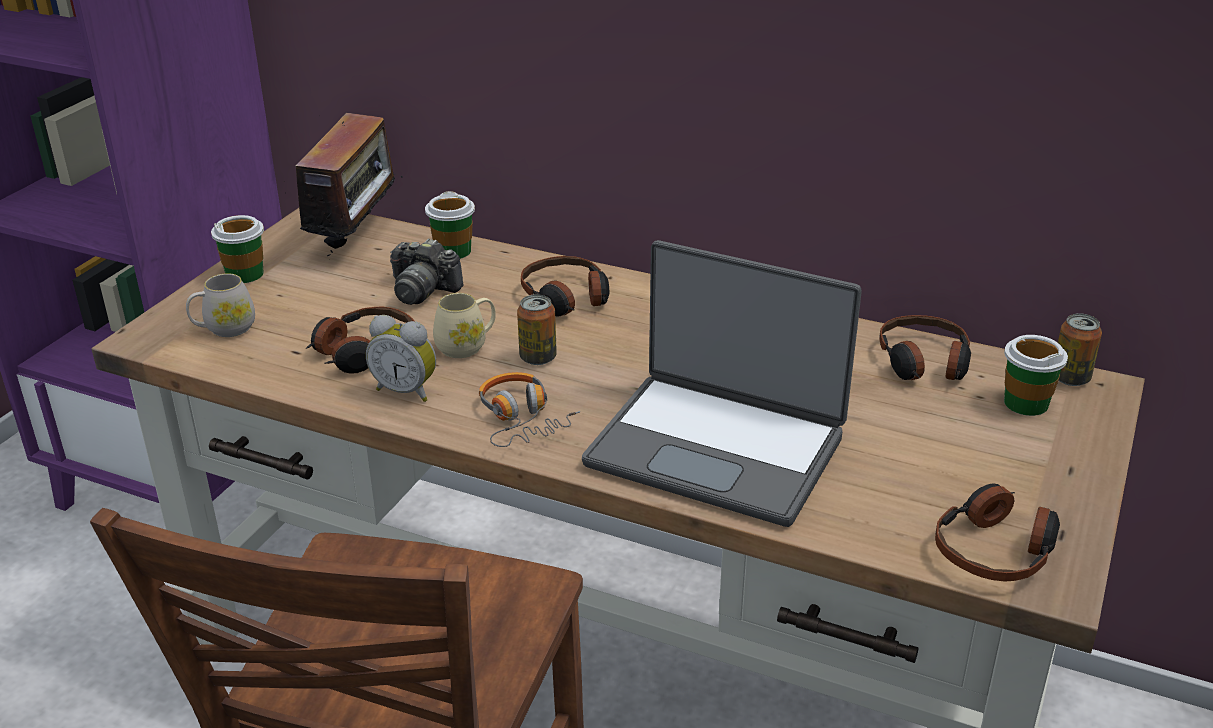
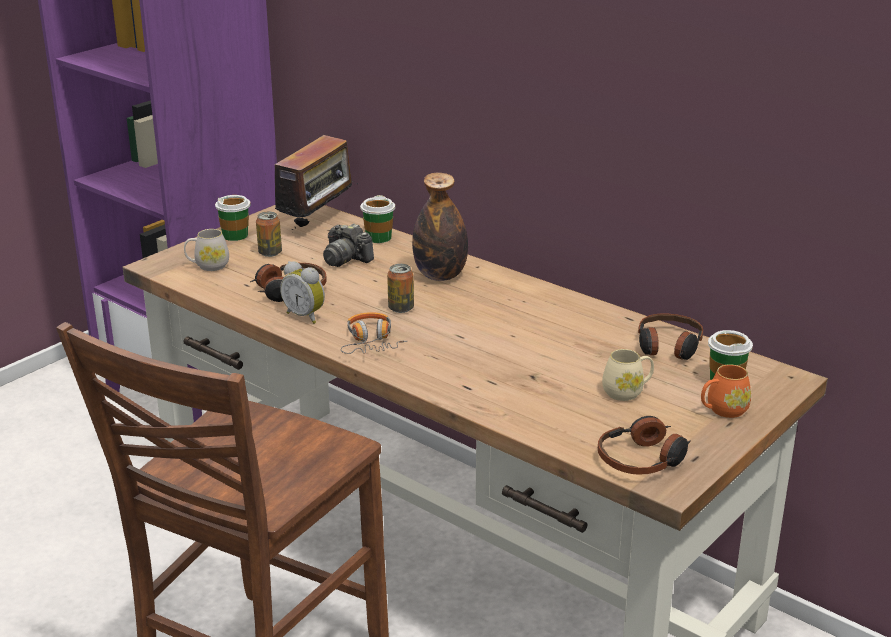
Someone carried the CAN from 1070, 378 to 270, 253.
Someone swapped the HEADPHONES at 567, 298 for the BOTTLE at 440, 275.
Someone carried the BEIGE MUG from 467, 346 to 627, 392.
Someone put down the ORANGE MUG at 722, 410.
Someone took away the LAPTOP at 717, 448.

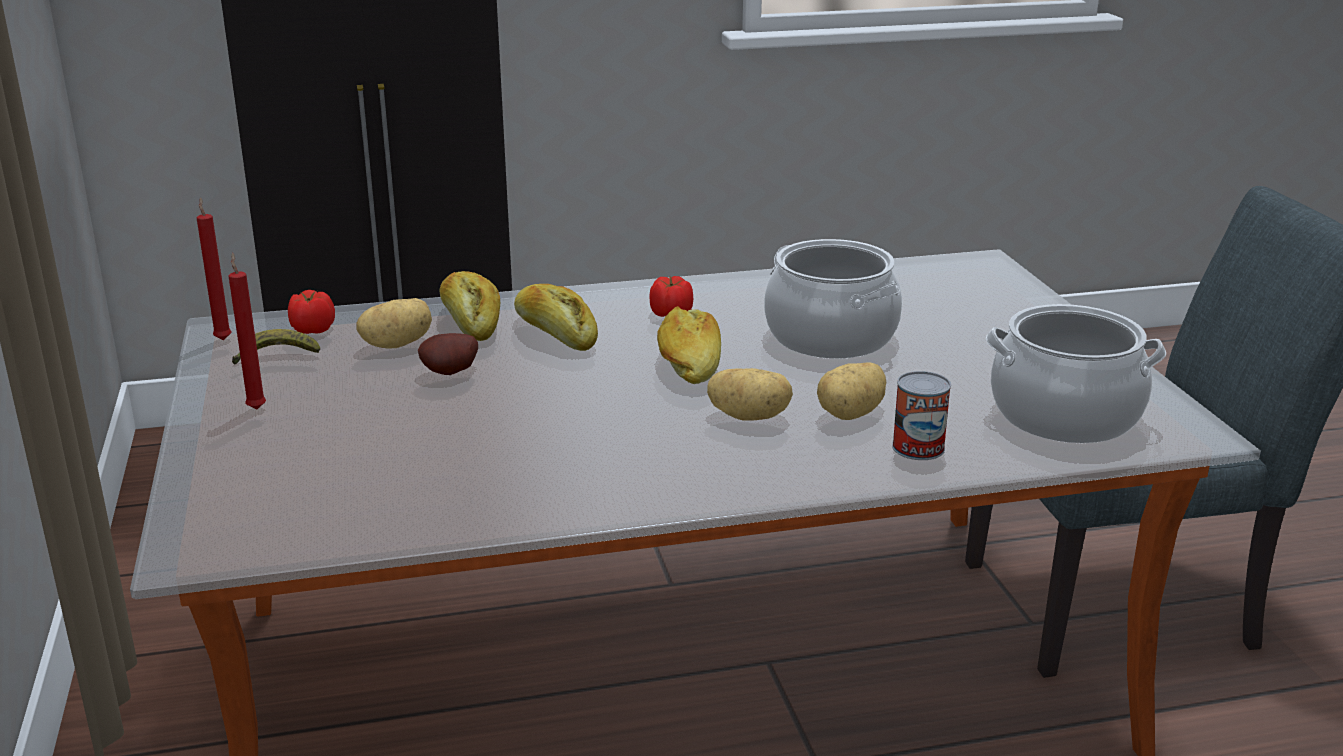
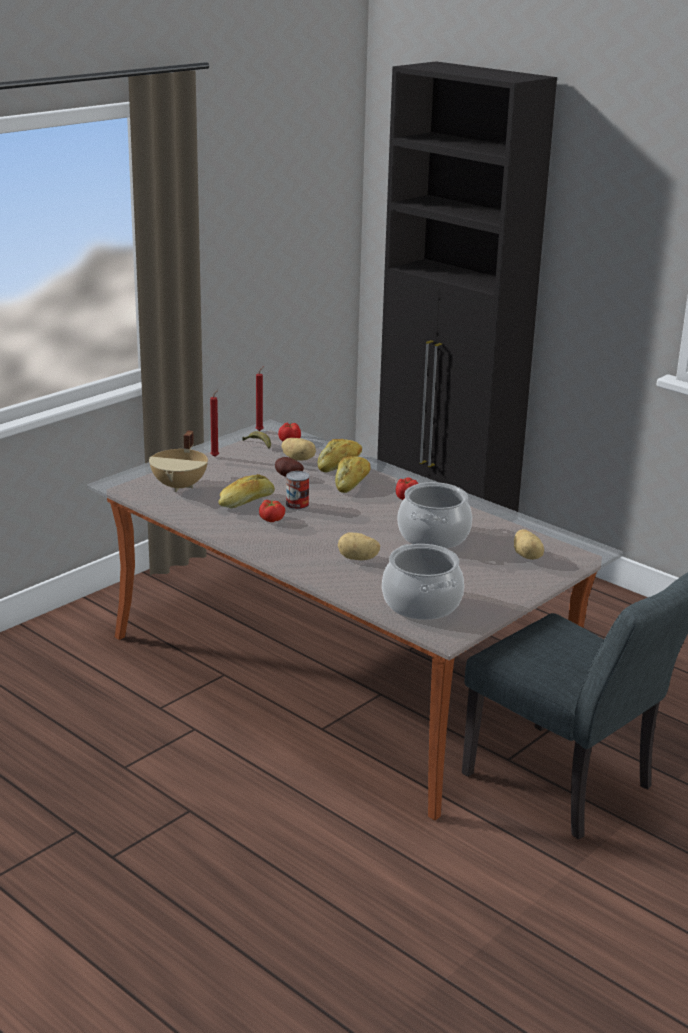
Someone put down the BEIGE COOKING POT at 180, 486.
Someone carried the BREAD from 688, 364 to 246, 501.
Someone put down the TOMATO at 272, 519.
Someone carried the CAN from 918, 447 to 297, 504.
Someone carried the POTATO from 749, 416 to 527, 556.

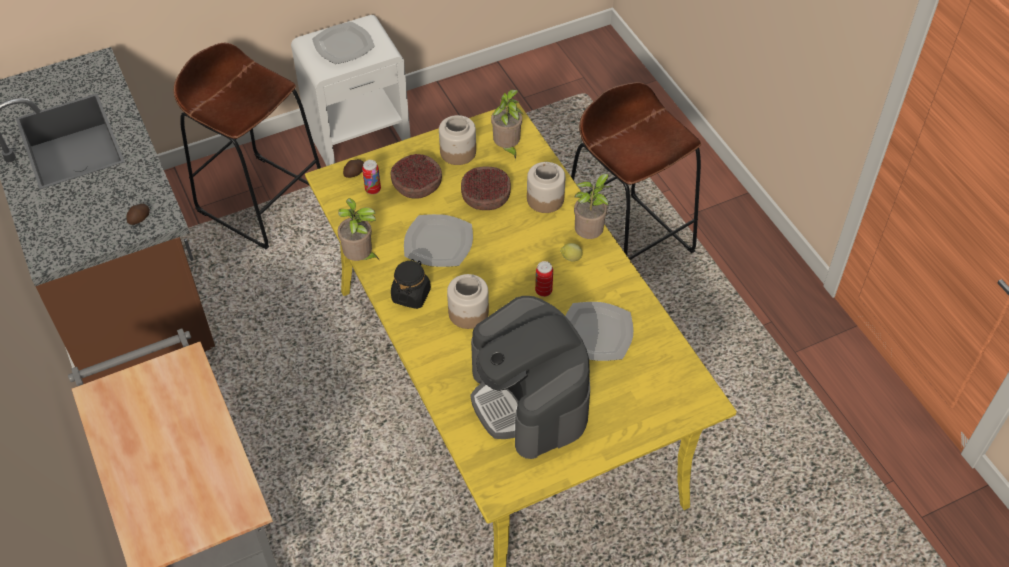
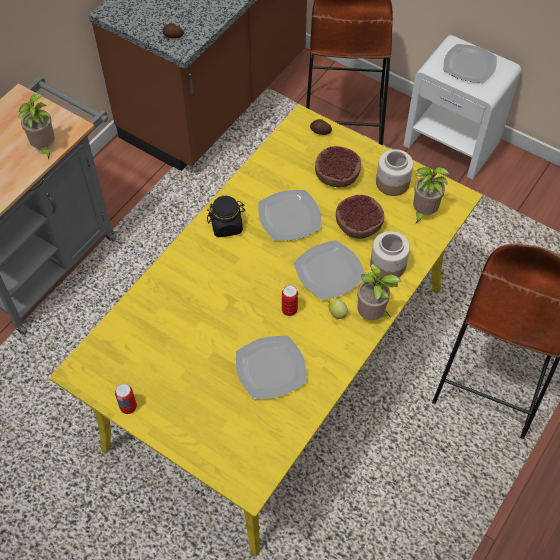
Someone carried the POTTED PLANT from 360, 258 to 44, 148.
Someone carried the CAN from 373, 189 to 128, 407.
Someone put down the PLATE at 330, 271.
Someone took away the JAR at 468, 312.
Someone took away the COFFEE MACHINE at 529, 400.

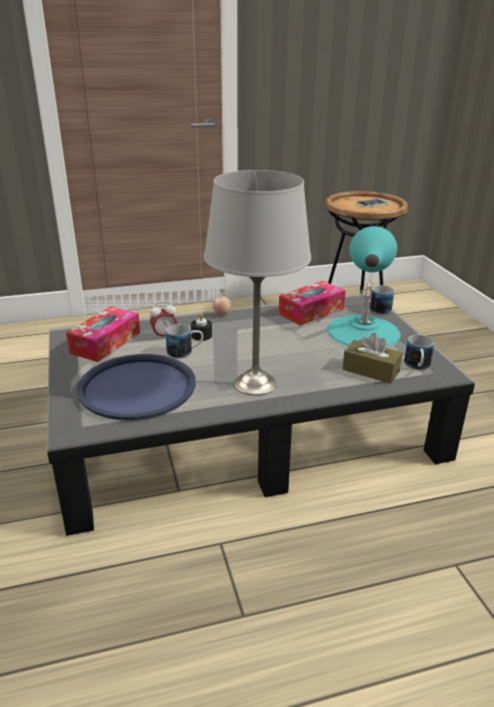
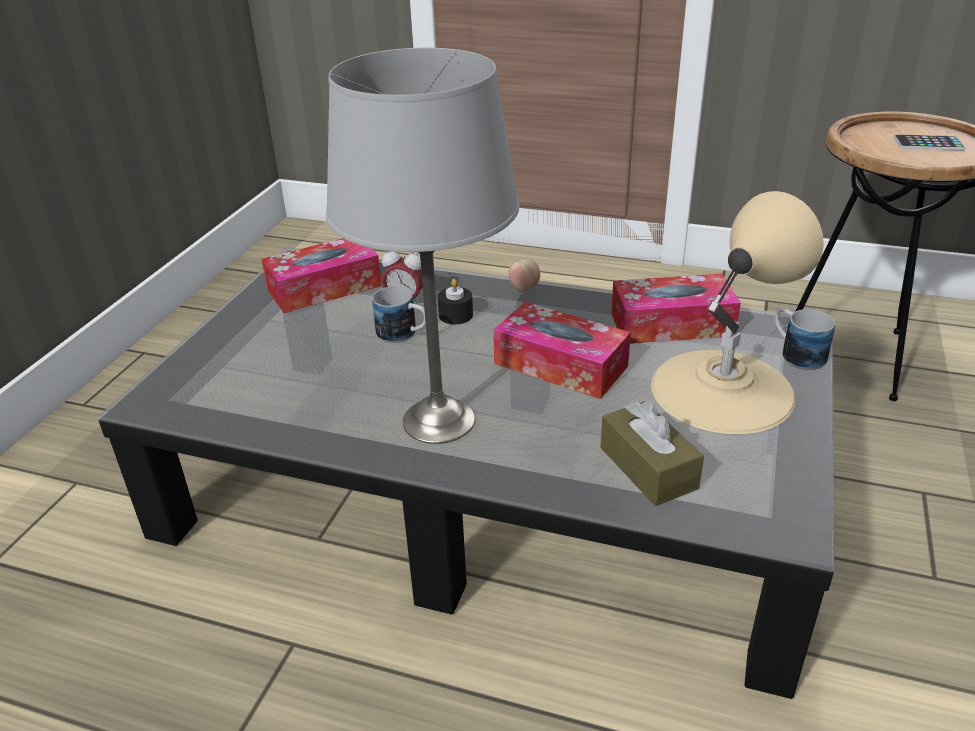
Someone put down the TISSUE BOX at 560, 365.
Someone repainted the TURQUOISE TABLE LAMP at 363, 331, which became the BEIGE TABLE LAMP at 722, 389.
Someone took away the BLUE TRAY at 137, 387.
Someone took away the MUG at 417, 367.

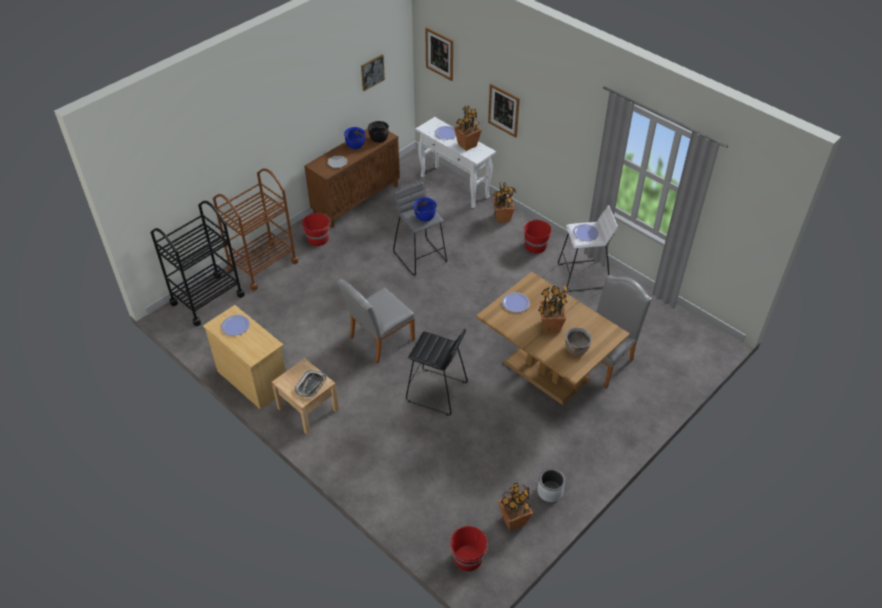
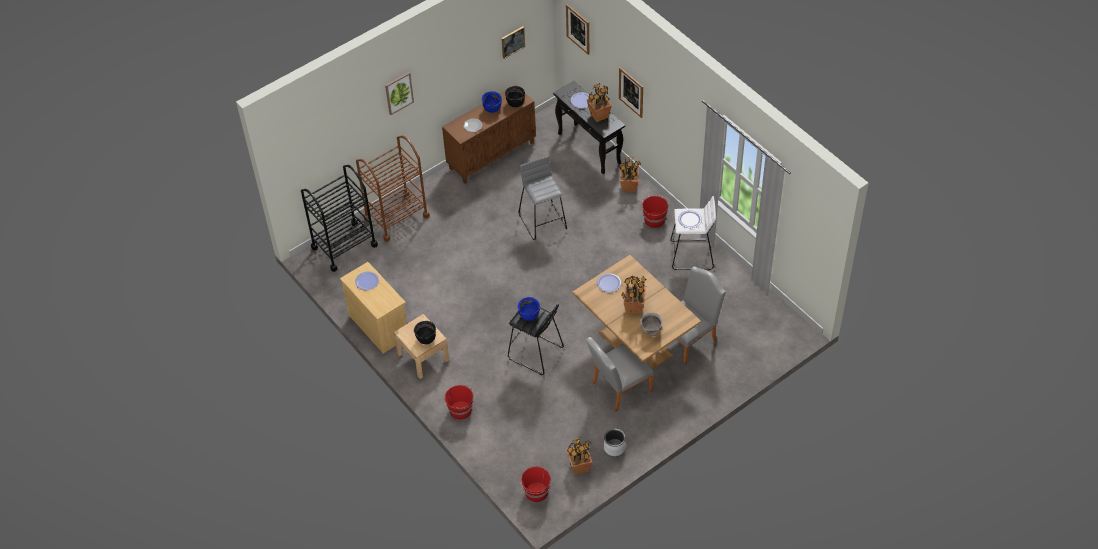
Someone put up the PICTURE at 399, 93.
Someone swapped the TRAY at 311, 385 for the BLACK COOKING POT at 426, 339.
Someone carried the RED BUCKET from 318, 239 to 461, 410.
Someone carried the BLUE COOKING POT from 425, 217 to 529, 315.
Someone repainted the WHITE CONSOLE TABLE at 455, 187, which became the BLACK CONSOLE TABLE at 589, 149.
Someone carried the GREY CHAIR from 378, 340 to 618, 388.

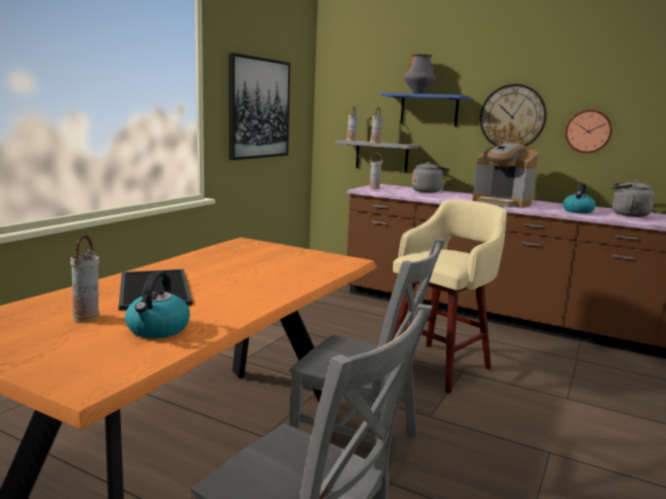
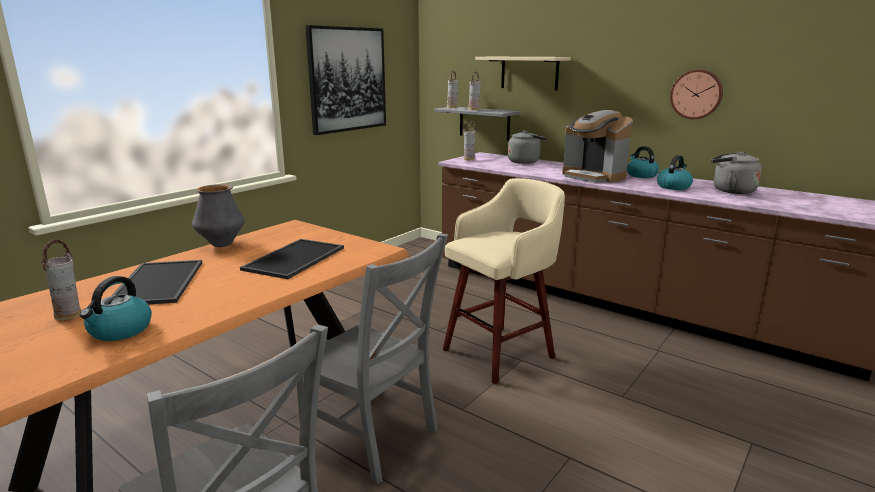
Someone carried the VASE from 418, 94 to 221, 244.
Someone put down the TRAY at 295, 259.
Someone repainted the BLUE SHELF at 429, 110, which became the BEIGE SHELF at 529, 73.
Someone put down the KETTLE at 641, 175.
Someone took away the WALL CLOCK at 512, 117.

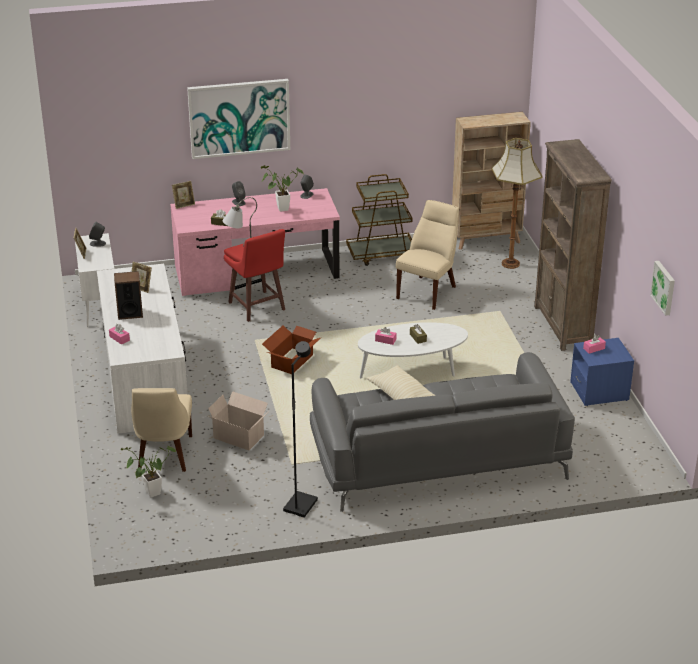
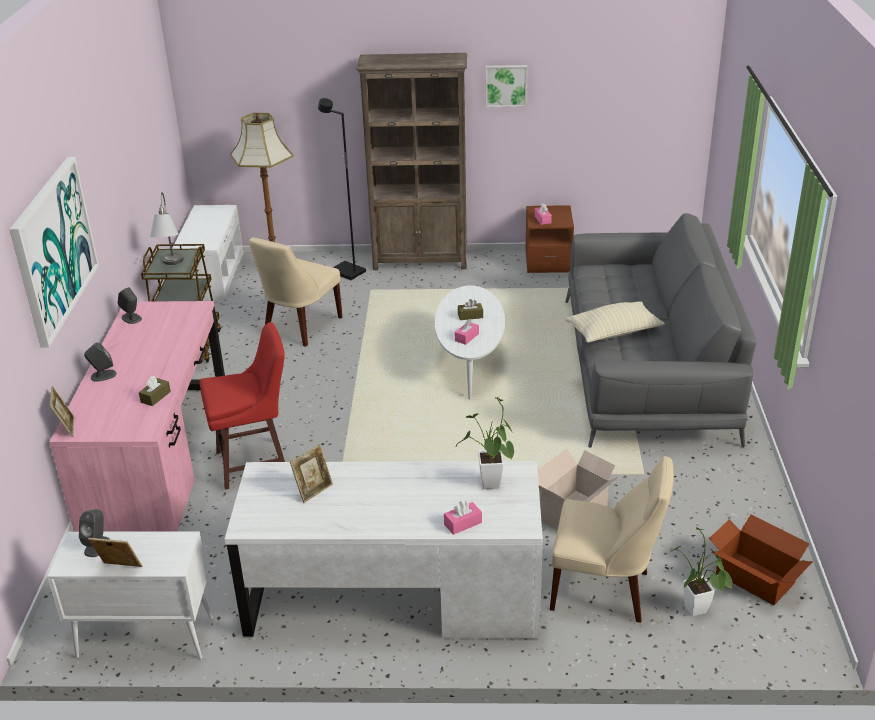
Someone carried the GREY TABLE LAMP from 240, 248 to 171, 266.
Someone swapped the BEIGE BOOKCASE at 486, 240 for the WHITE BENCH at 212, 275.
Someone rotated the BEIGE CHAIR at 428, 291 by 105 degrees counterclockwise.
Someone carried the BLACK FLOOR LAMP from 300, 505 to 347, 272.
Someone carried the POTTED PLANT from 280, 209 to 490, 487.
Someone carried the PICTURE from 664, 287 to 506, 85.
Someone repainted the BLUE NIGHTSTAND at 599, 391, which became the BROWN NIGHTSTAND at 548, 262.
Someone carried the CARDBOARD BOX from 291, 361 to 755, 579.
Someone took away the SPEAKER at 130, 313.

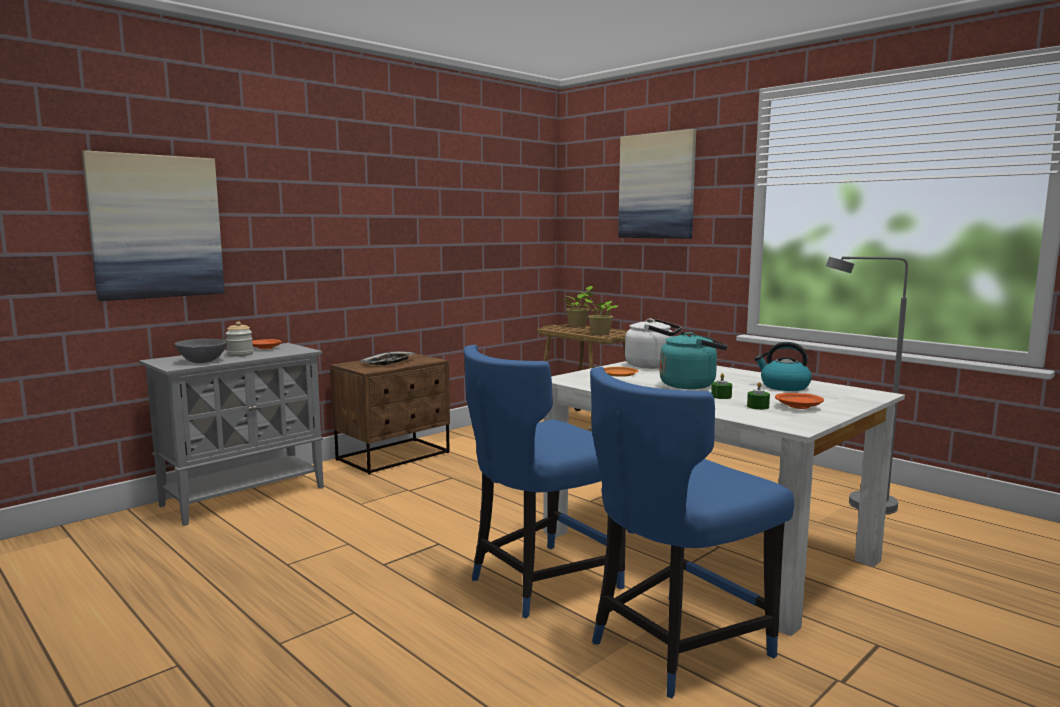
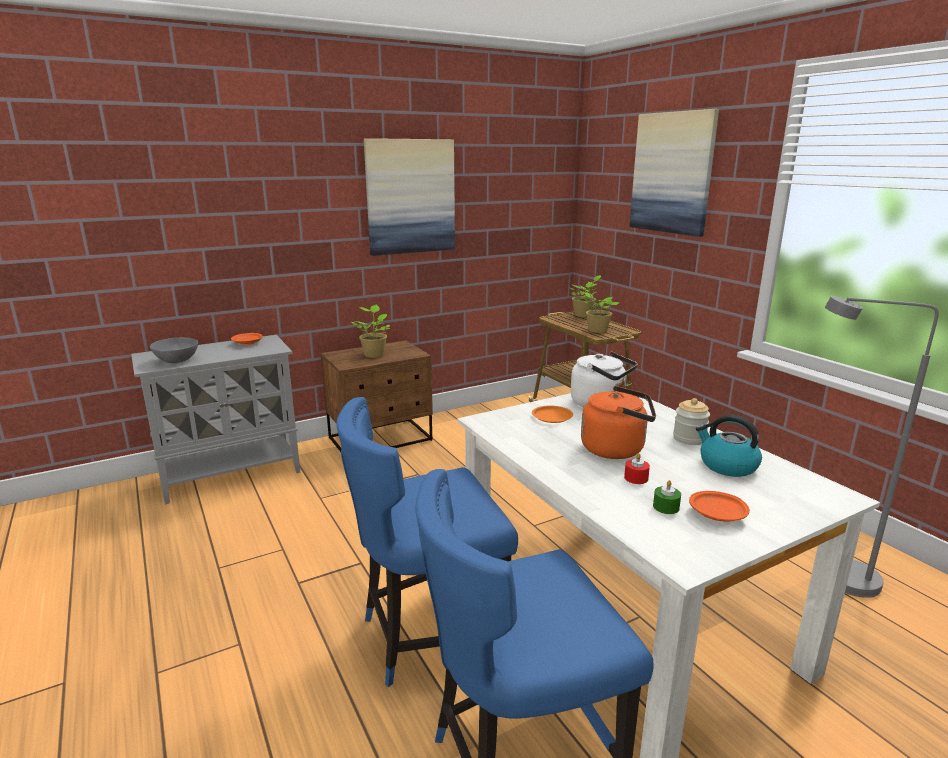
Someone swapped the TRAY at 389, 362 for the POTTED PLANT at 374, 354.
Someone carried the PICTURE from 156, 227 to 410, 197.
Someone repainted the TURQUOISE KETTLE at 691, 385, which became the ORANGE KETTLE at 616, 449.
Someone repainted the GREEN CANDLE at 721, 396, which became the RED CANDLE at 636, 478.
Someone carried the JAR from 240, 354 to 689, 439.

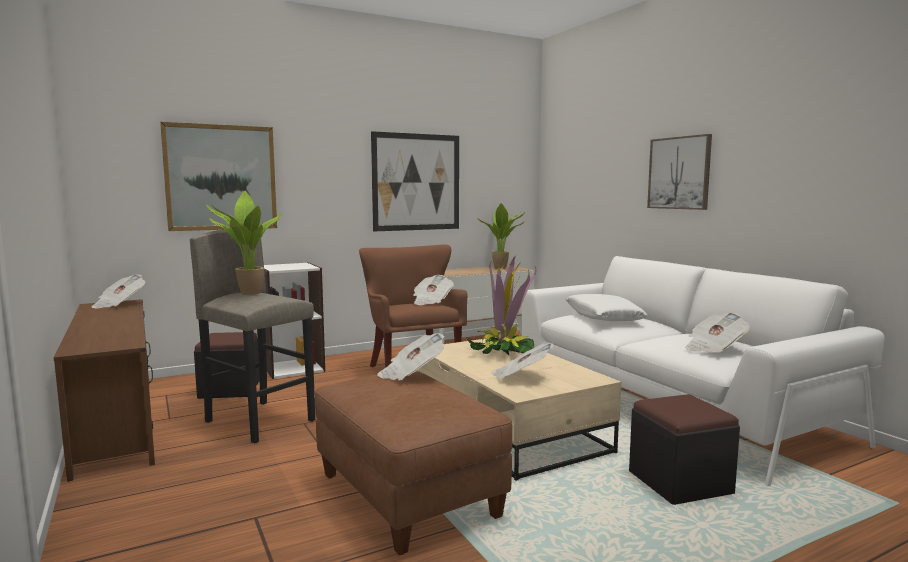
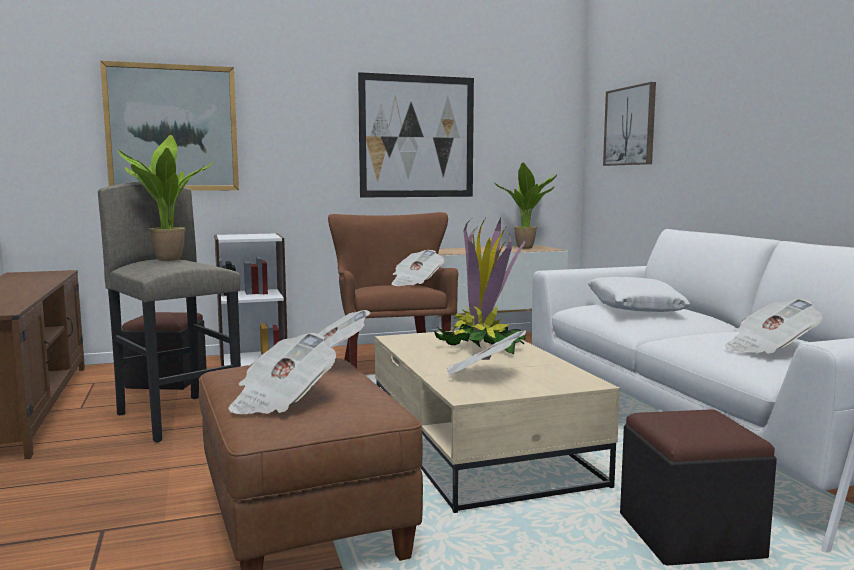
Someone carried the NEWSPAPER from 119, 304 to 281, 401.
Someone carried the PICTURE from 679, 173 to 630, 126.

